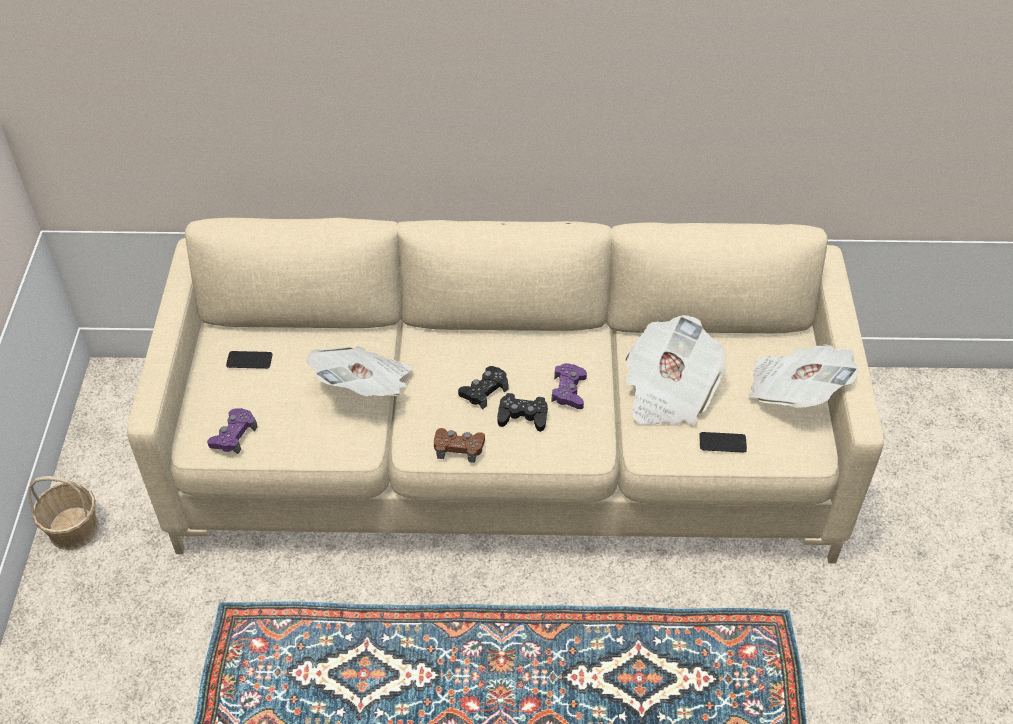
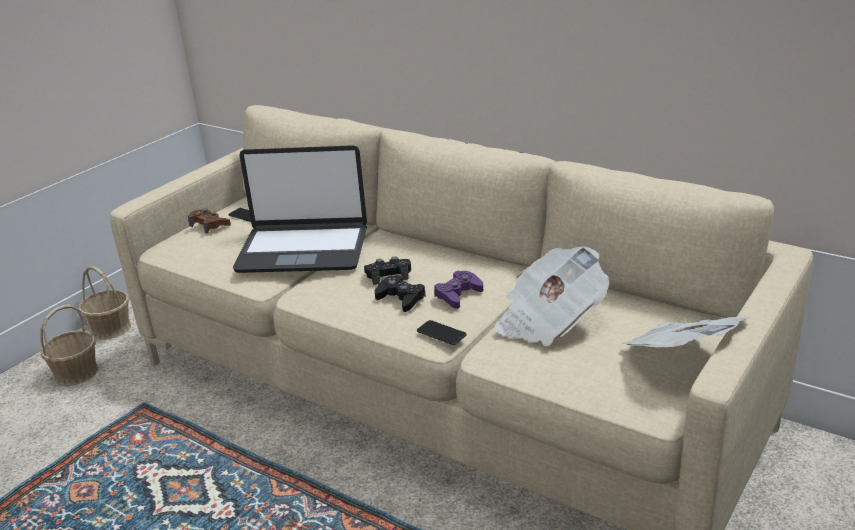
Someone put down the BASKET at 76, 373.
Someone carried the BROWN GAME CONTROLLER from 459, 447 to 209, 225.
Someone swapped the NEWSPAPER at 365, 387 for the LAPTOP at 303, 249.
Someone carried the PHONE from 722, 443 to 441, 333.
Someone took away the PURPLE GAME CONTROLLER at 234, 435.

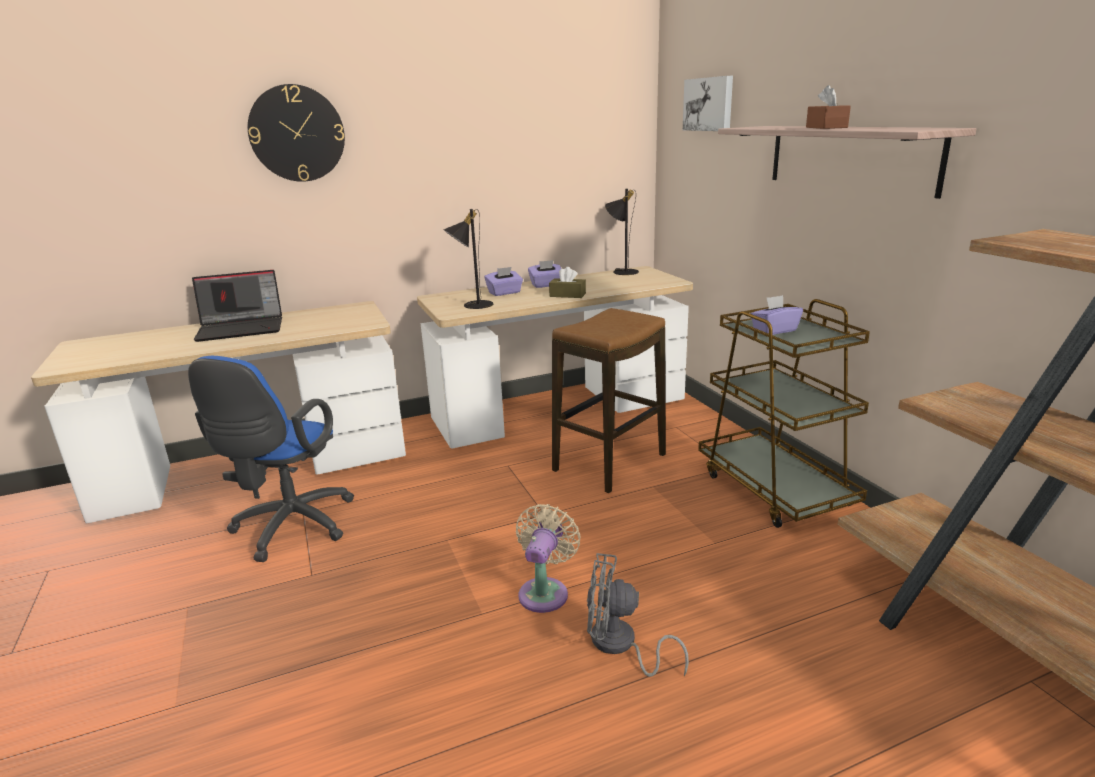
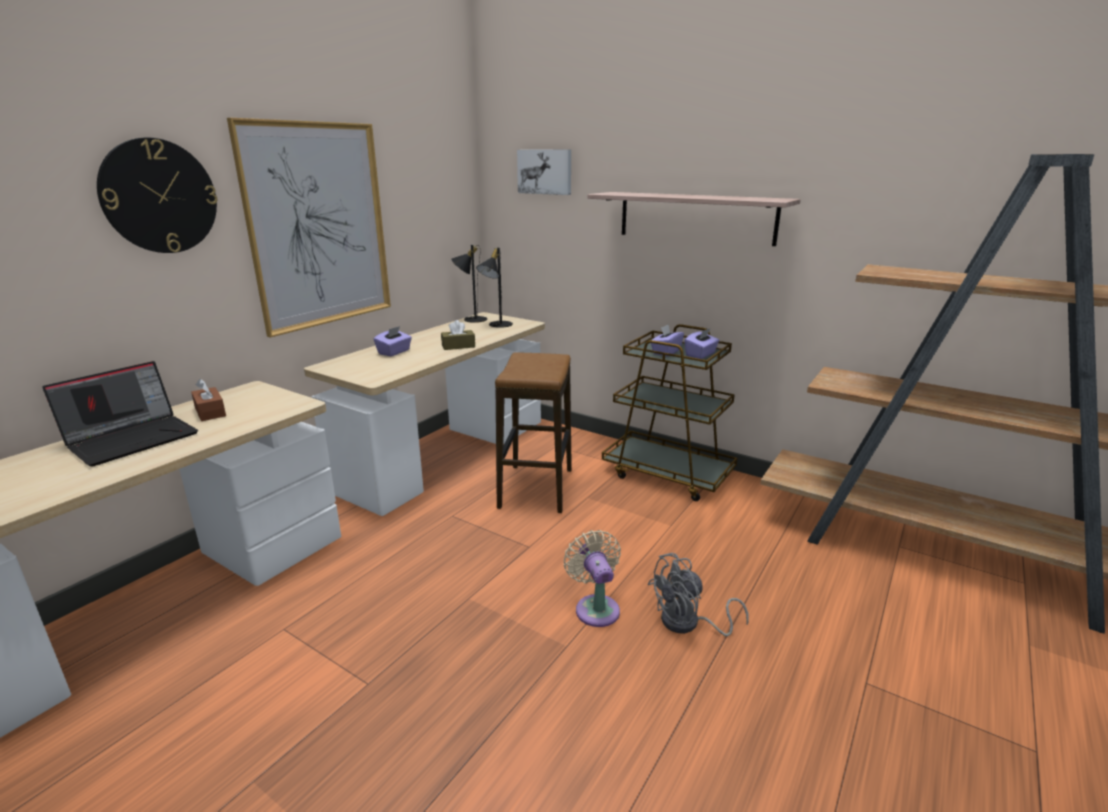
Someone carried the BROWN TISSUE BOX from 826, 127 to 210, 412.
Someone put up the PICTURE at 319, 226.
Someone carried the BLACK TABLE LAMP from 472, 305 to 496, 325.
Someone carried the PURPLE TISSUE BOX from 546, 285 to 701, 354.
Someone took away the BLUE OFFICE CHAIR at 290, 529.

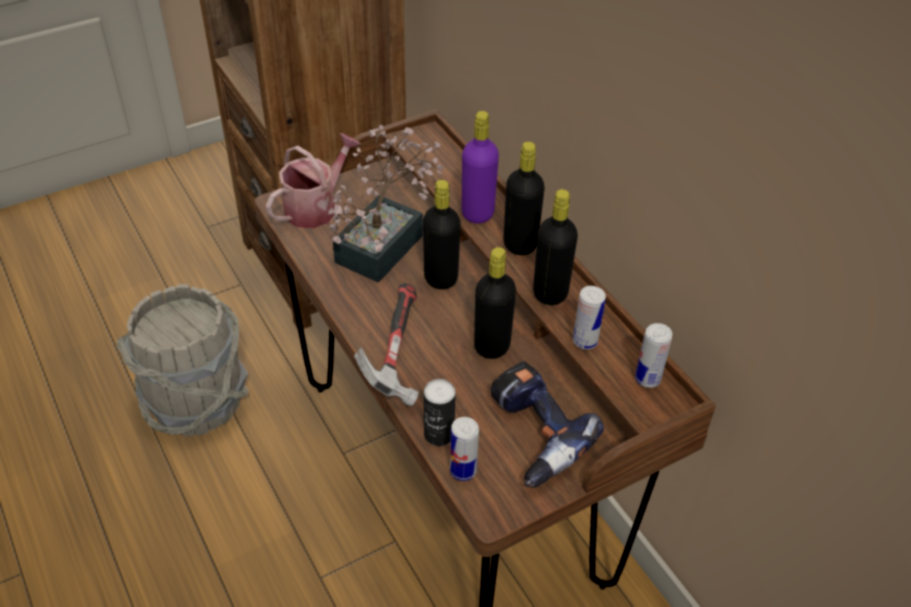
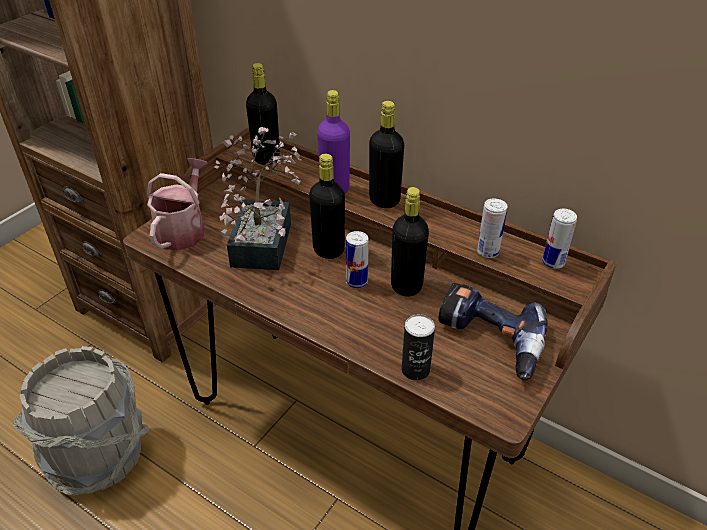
Someone carried the BLACK BOTTLE from 550, 293 to 266, 158.
Someone carried the CAN from 463, 470 to 357, 282.
Someone took away the HAMMER at 395, 354.

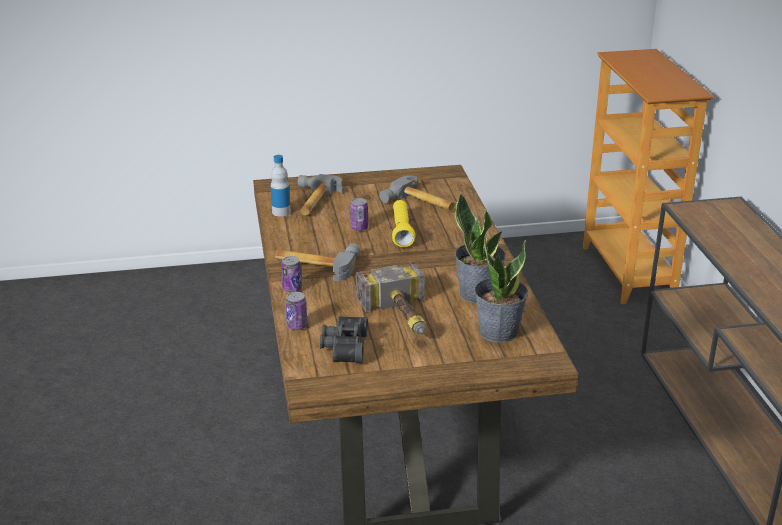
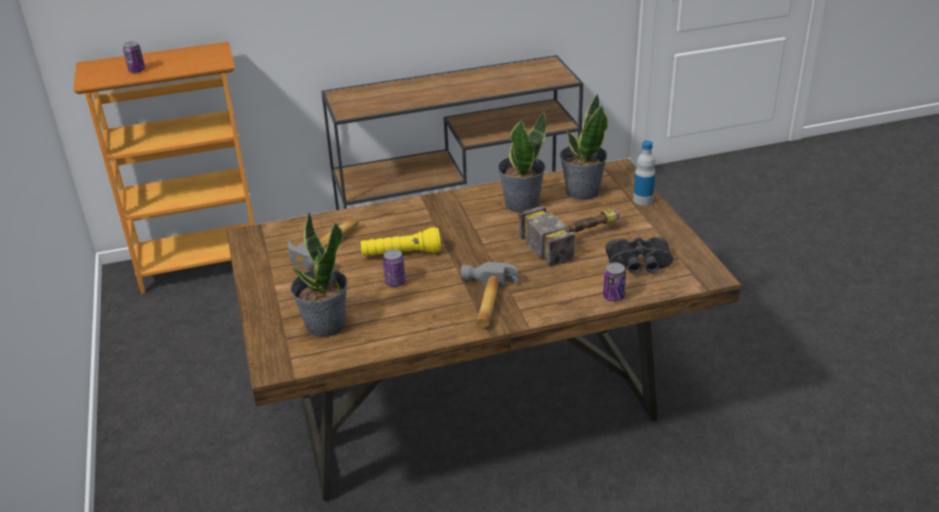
Someone carried the CAN from 292, 288 to 137, 70.
Someone swapped the HAMMER at 312, 201 for the POTTED PLANT at 325, 325.
Someone carried the BOTTLE from 281, 212 to 643, 200.

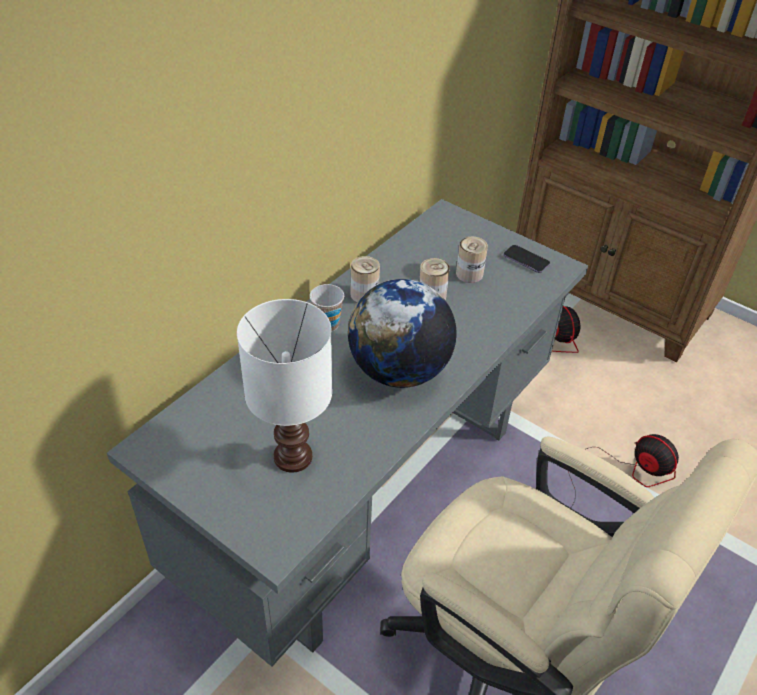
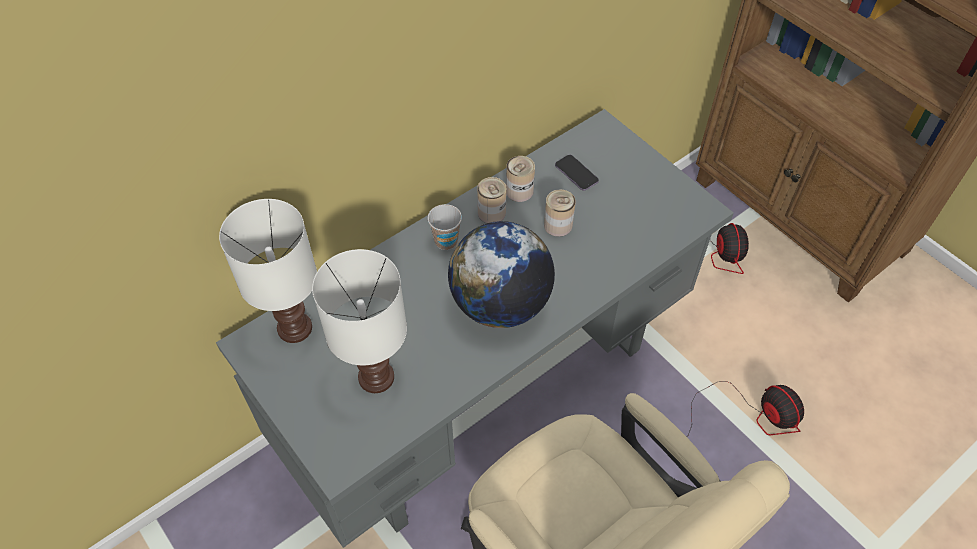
Someone put down the WHITE TABLE LAMP at 293, 327.
Someone carried the CAN from 469, 274 to 519, 191.
Someone carried the PHONE from 526, 260 to 576, 174.

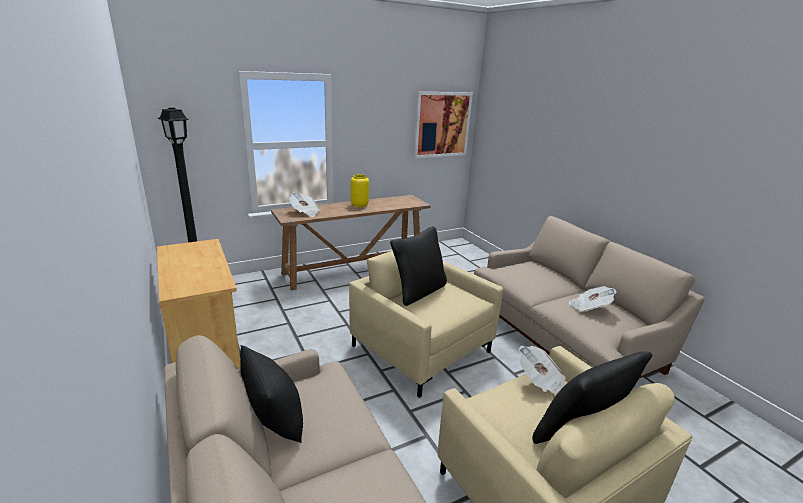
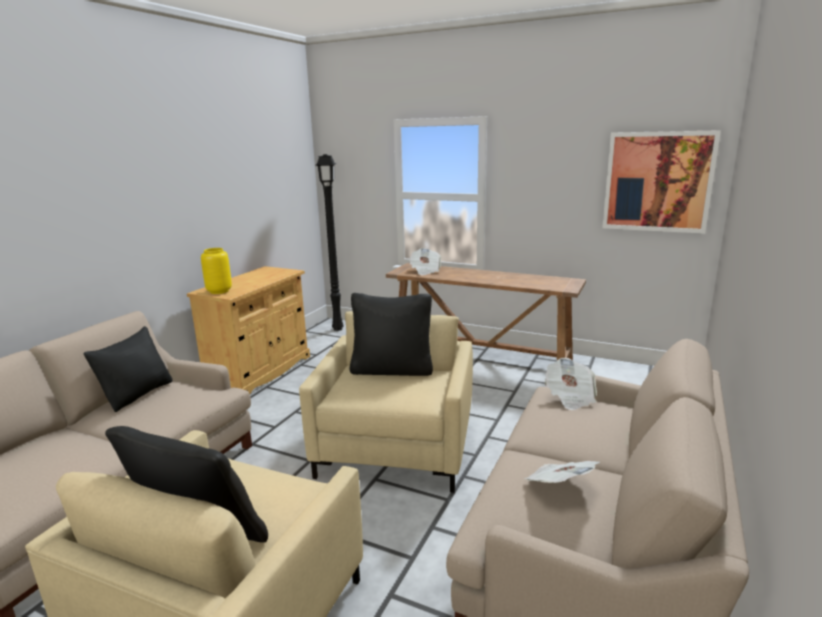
Someone carried the YELLOW VASE from 359, 205 to 219, 291.
Someone carried the NEWSPAPER from 541, 383 to 570, 397.

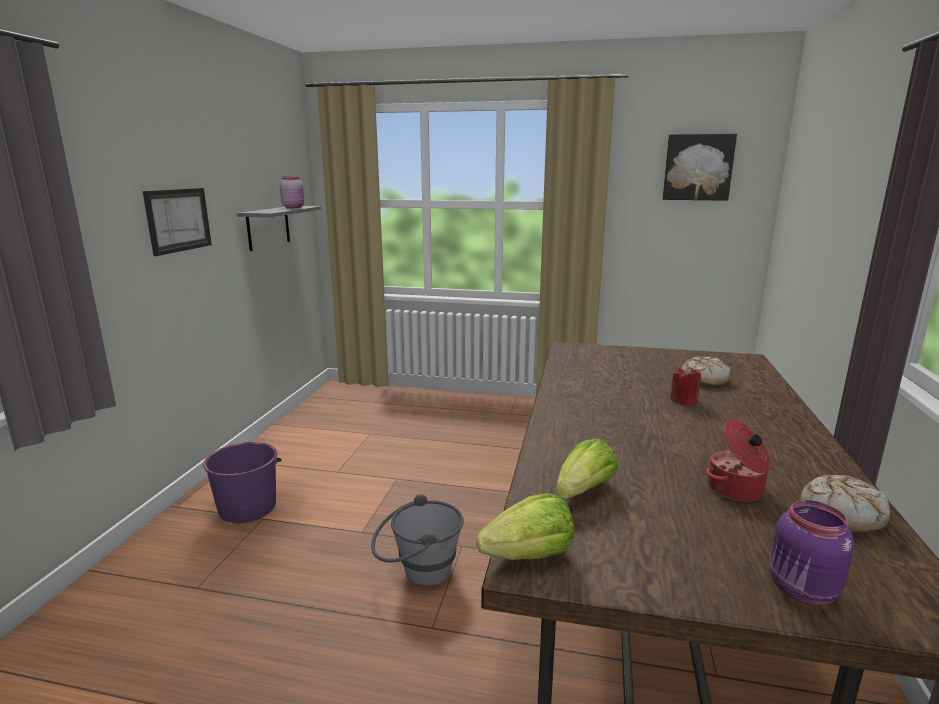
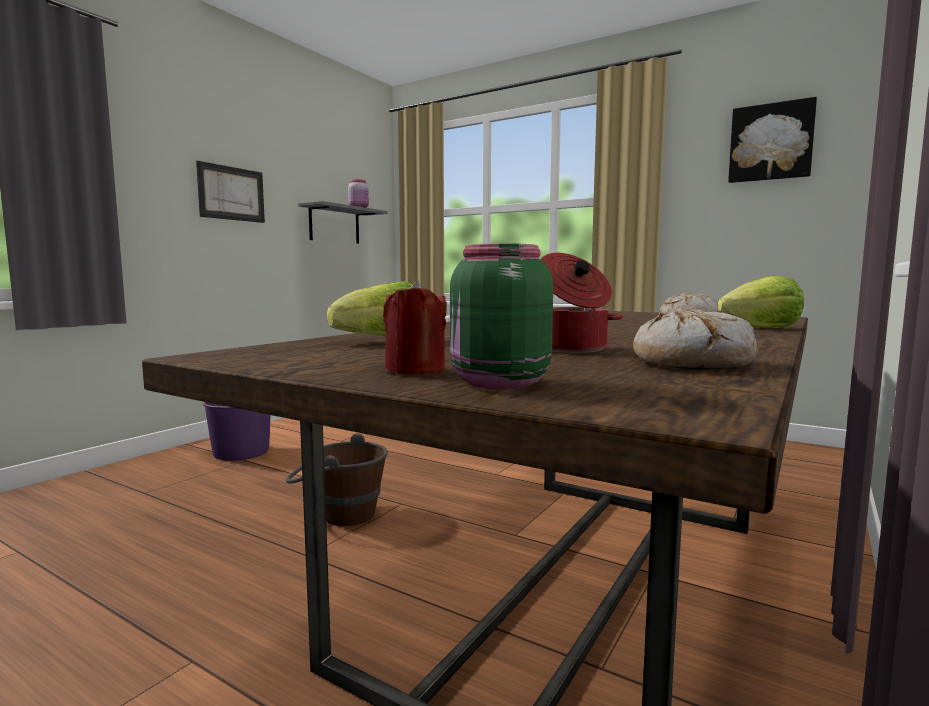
Someone repainted the GREY BUCKET at 417, 572, which became the BROWN BUCKET at 338, 514.
Someone carried the RED CANDLE from 684, 400 to 415, 370.
Someone repainted the PURPLE JAR at 801, 590, which became the GREEN JAR at 497, 383.
Someone carried the LETTUCE from 529, 556 to 762, 328.

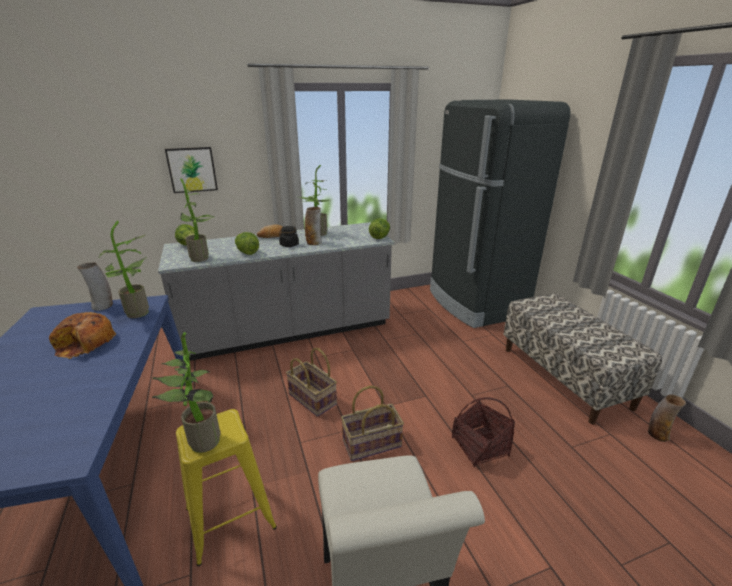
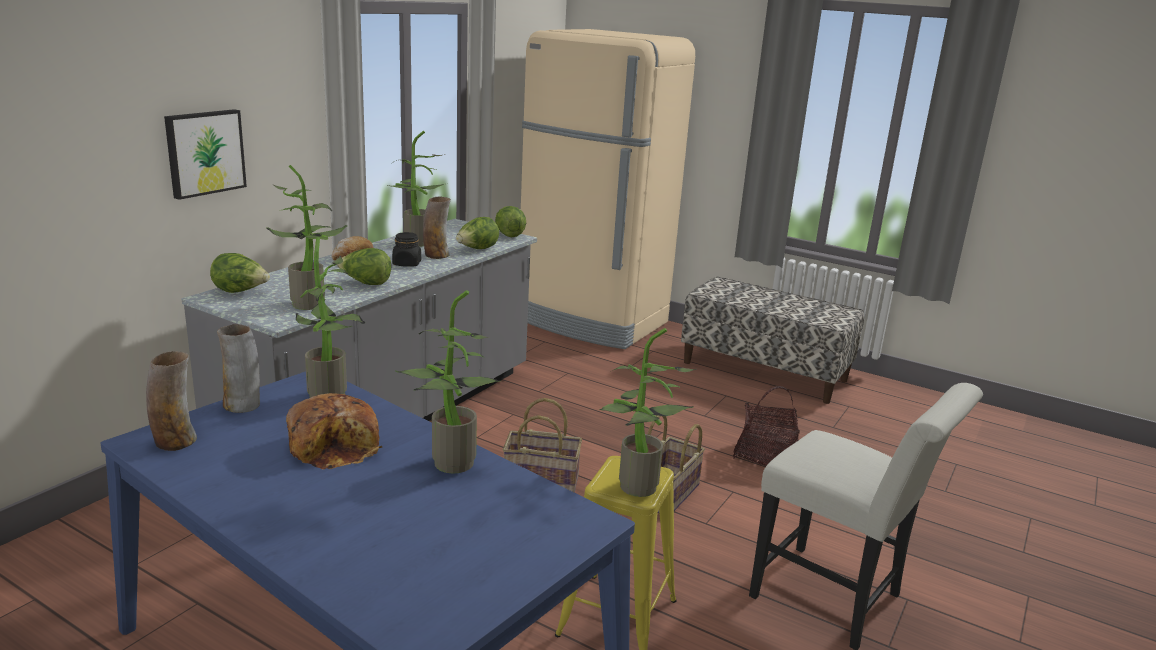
Someone carried the VASE from 657, 434 to 175, 441.
Someone put down the POTTED PLANT at 448, 465.
Someone put down the LETTUCE at 477, 249.
Someone repainted the BLACK FRIDGE at 475, 303, which became the BEIGE FRIDGE at 591, 322.

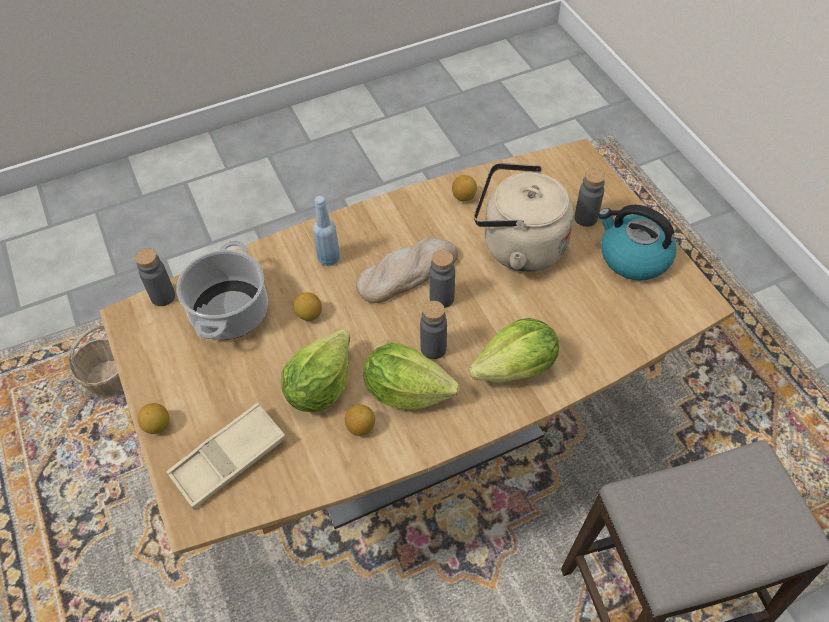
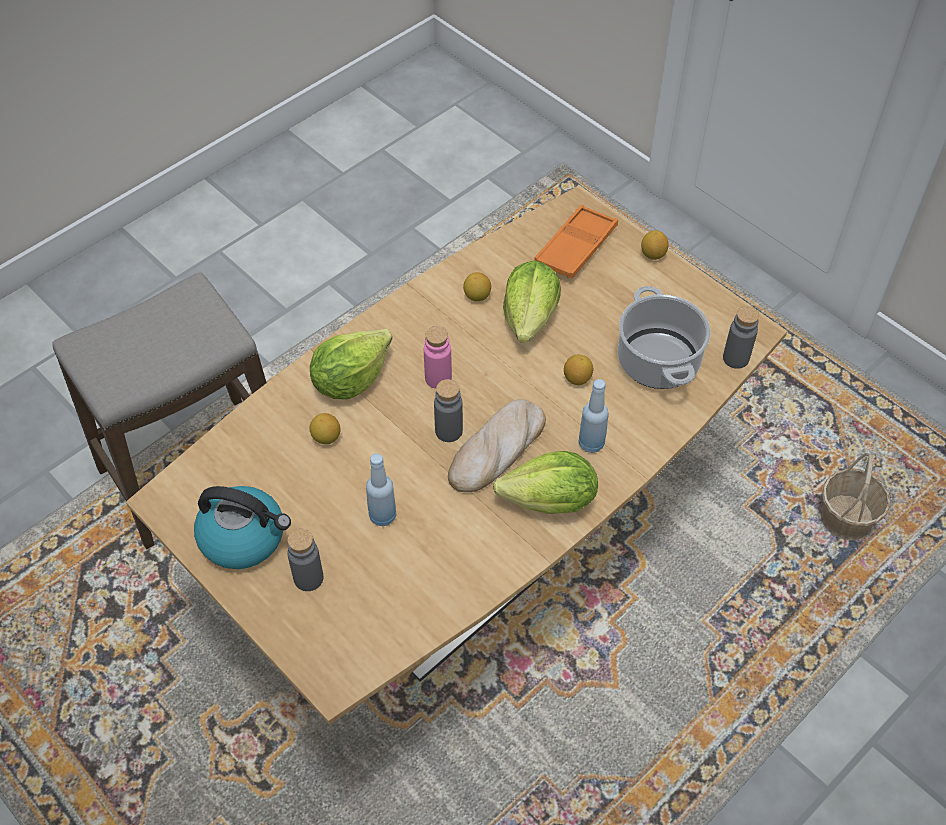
Someone carried the LEMON from 464, 197 to 326, 438.
Someone swapped the BEIGE KETTLE at 518, 246 for the BLUE BOTTLE at 382, 516.
Someone repainted the GREY BOTTLE at 433, 348, which became the PINK BOTTLE at 438, 378.
Someone carried the LETTUCE from 406, 391 to 550, 502.
Someone repainted the BEIGE TRAY at 229, 459, which became the ORANGE TRAY at 576, 247.

